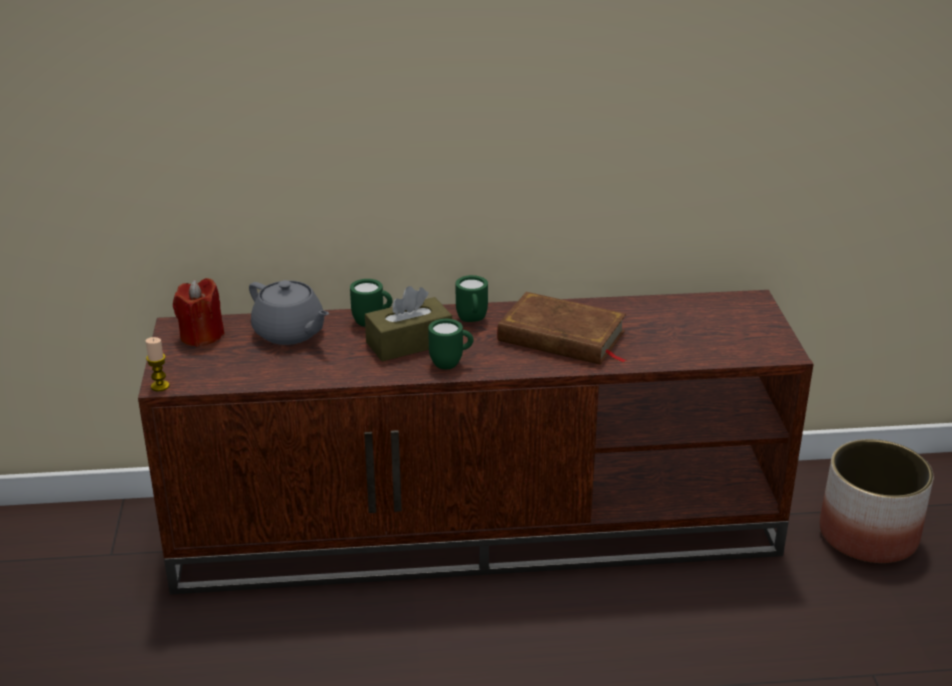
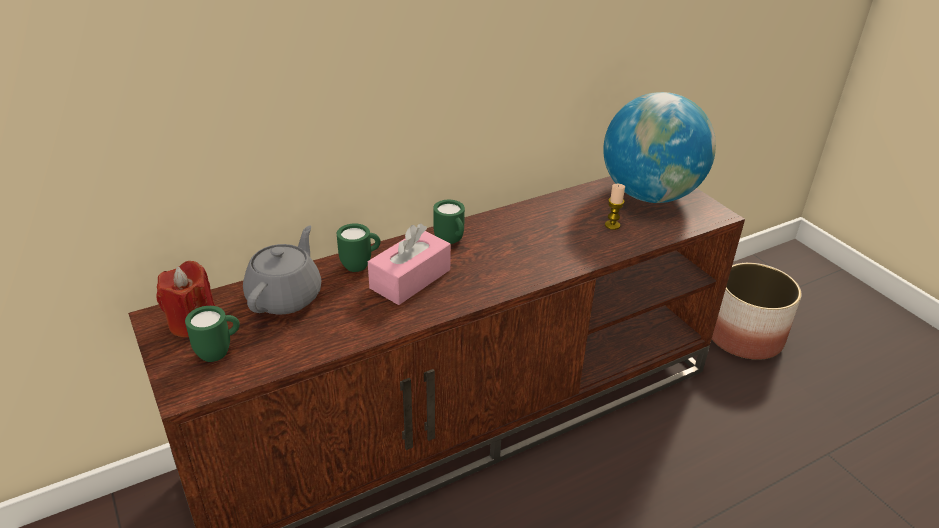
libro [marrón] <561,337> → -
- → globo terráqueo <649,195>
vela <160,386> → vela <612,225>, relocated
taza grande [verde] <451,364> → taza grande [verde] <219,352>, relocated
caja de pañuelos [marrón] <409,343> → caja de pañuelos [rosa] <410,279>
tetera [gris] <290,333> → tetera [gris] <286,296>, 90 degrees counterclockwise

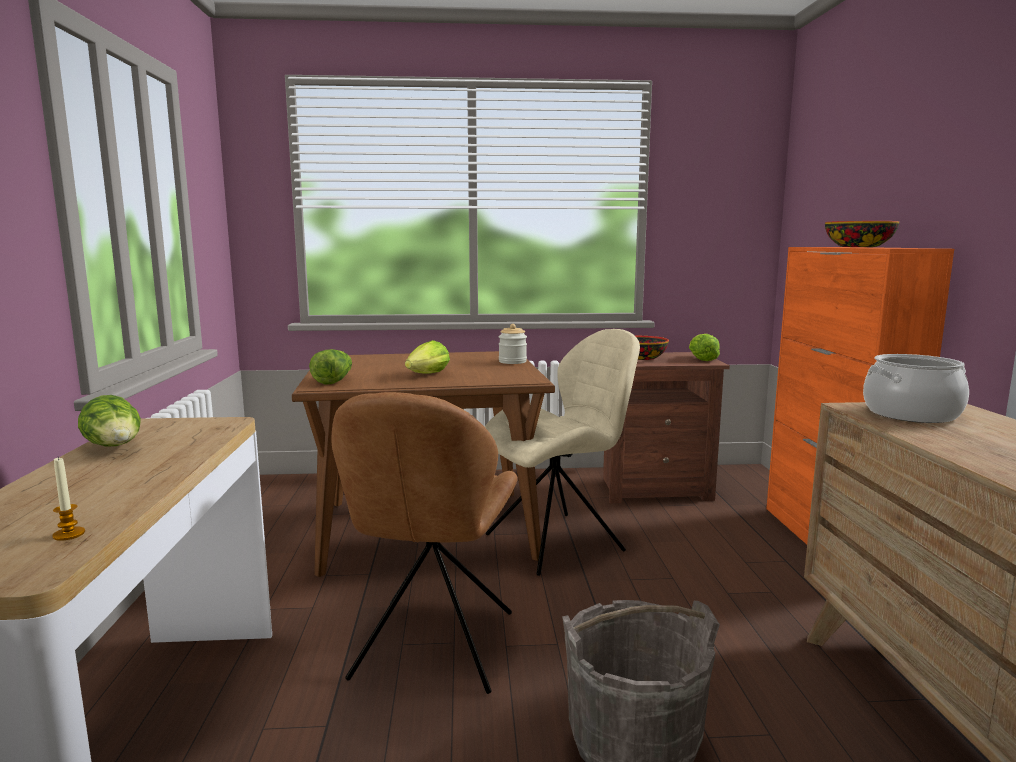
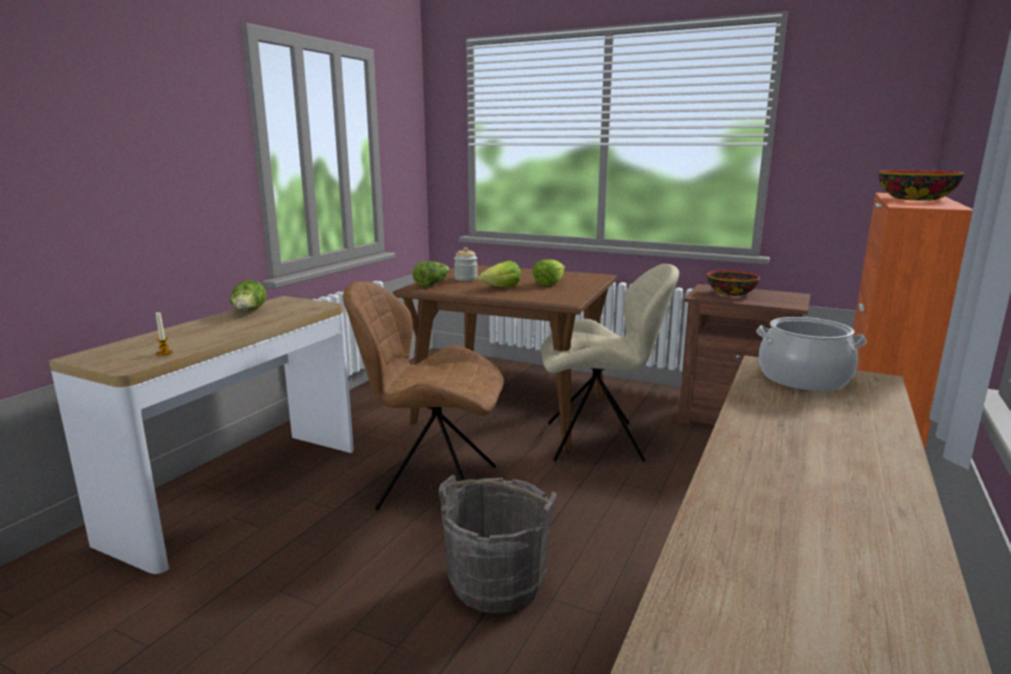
tarro <512,362> → tarro <466,278>, relocated
lechuga <701,359> → lechuga <549,283>, relocated
silla [marrón] <433,649> → silla [marrón] <434,487>, 60 degrees clockwise

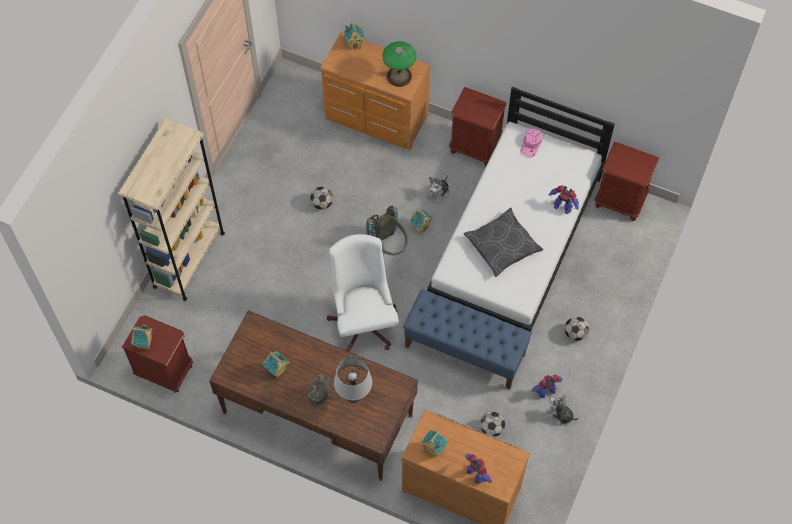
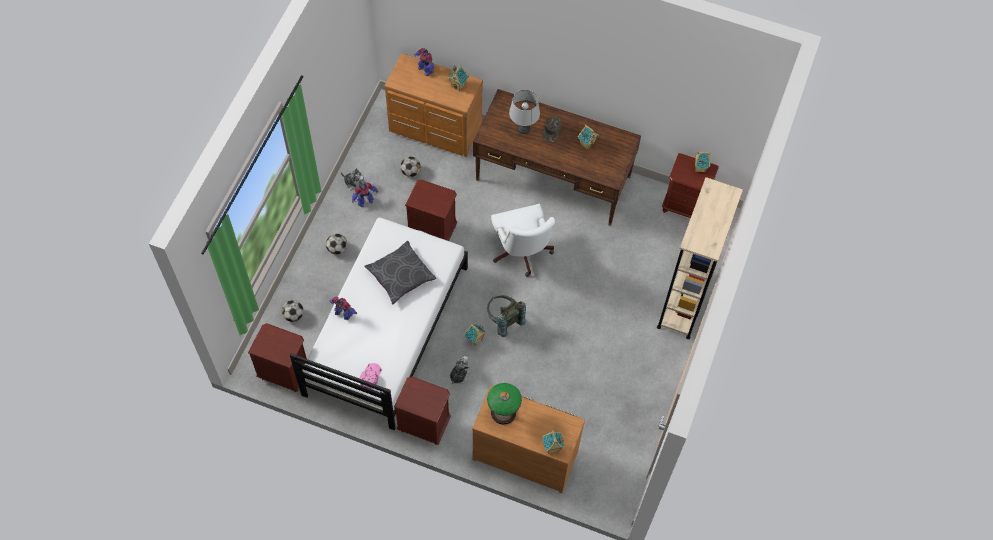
balón de fútbol <322,204> → balón de fútbol <293,315>, relocated
banco [azul] <465,350> → mesita de noche [marrón] <432,231>

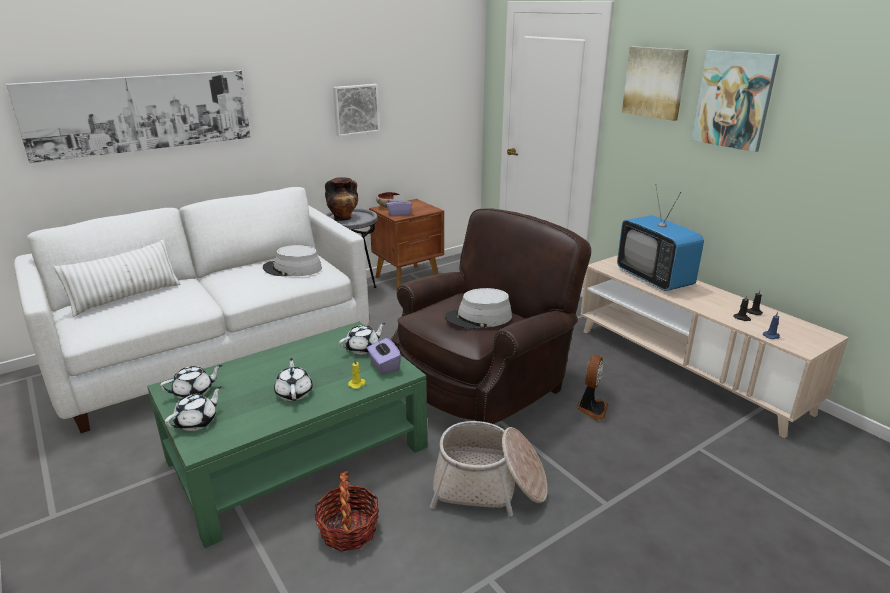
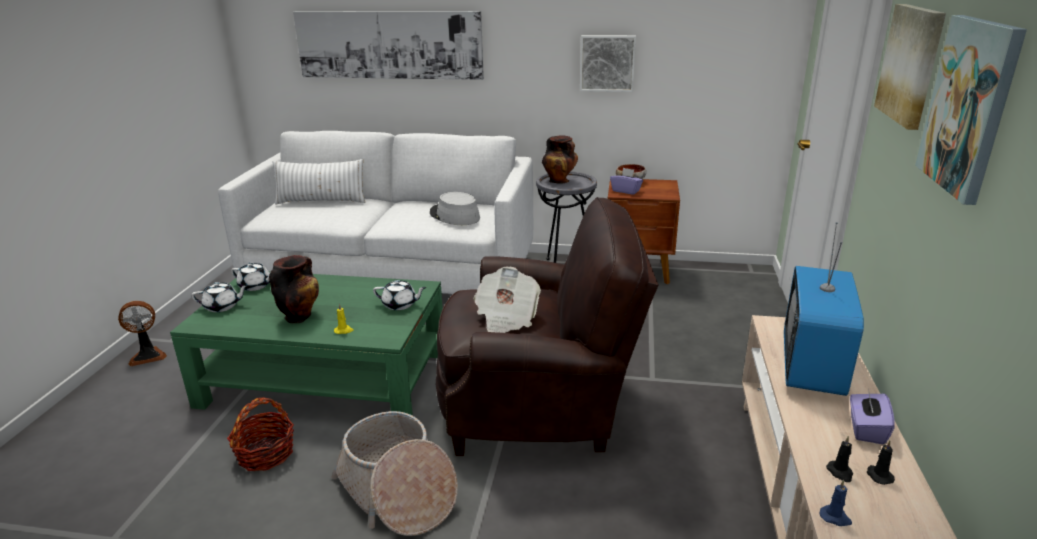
caja de pañuelos [morado] <384,366> → caja de pañuelos [morado] <866,429>, relocated
ventilador <591,409> → ventilador <148,356>, relocated
tetera [blanco] <294,393> → florero <299,316>
sombrero [gris] <479,318> → periódico <506,317>

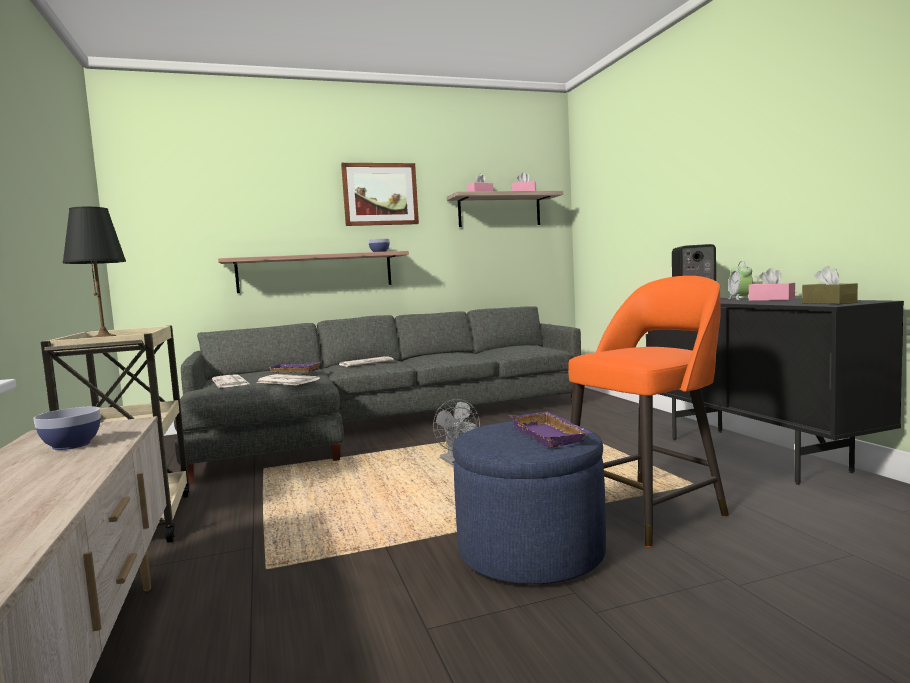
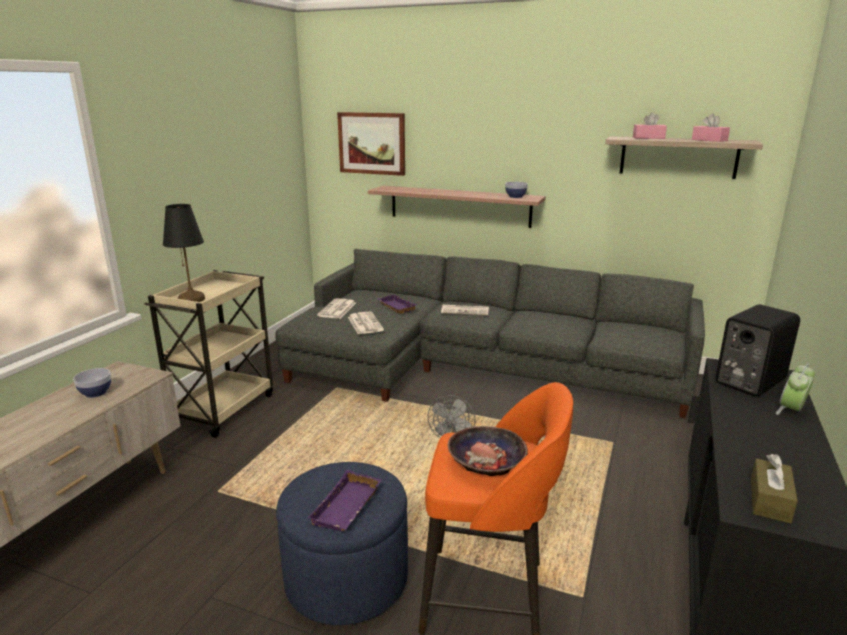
caja de pañuelos [rosa] <771,299> → -
- → cuenco <487,461>
cuadro <380,194> → cuadro <372,143>, relocated

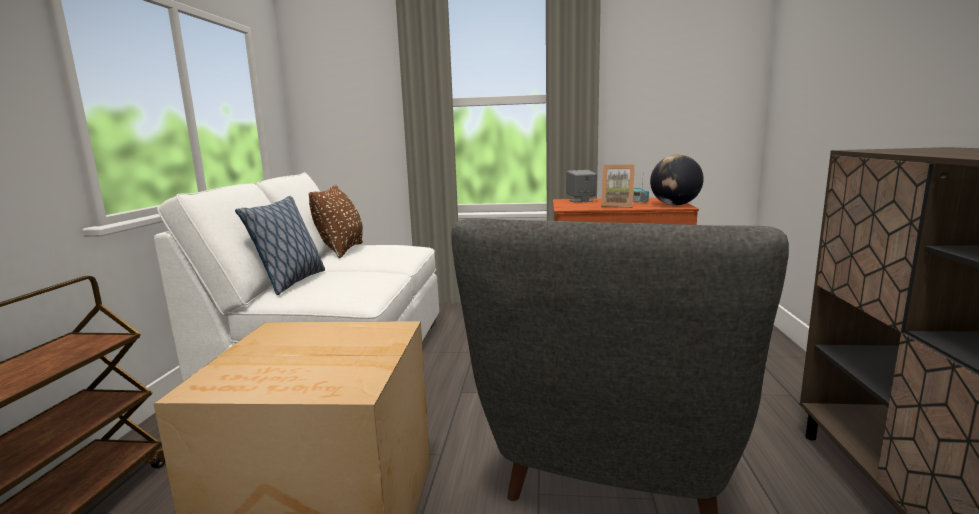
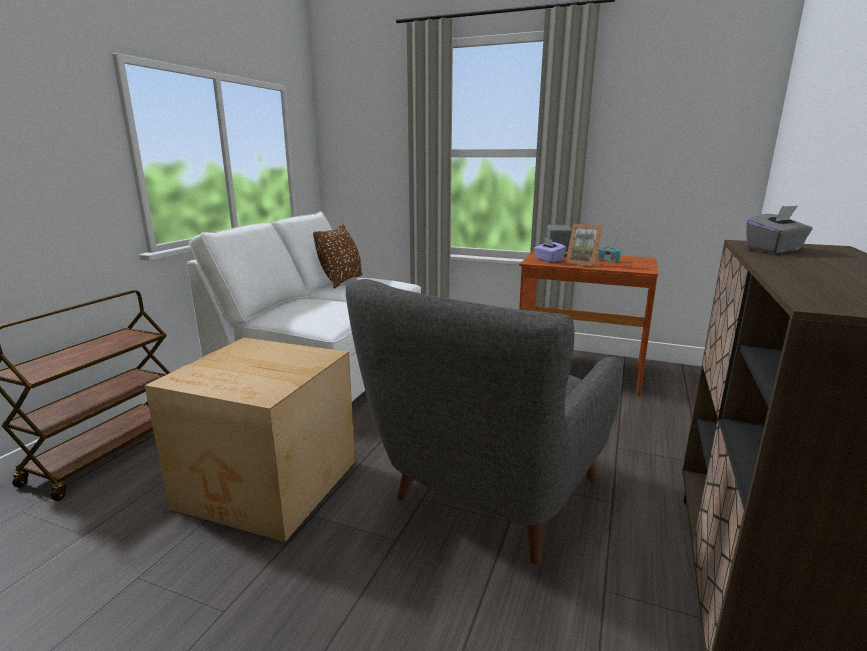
cojín <291,282> → -
globo terráqueo <674,205> → -
- → caja de pañuelos [morado] <548,260>
- → caja de pañuelos [gris] <774,250>

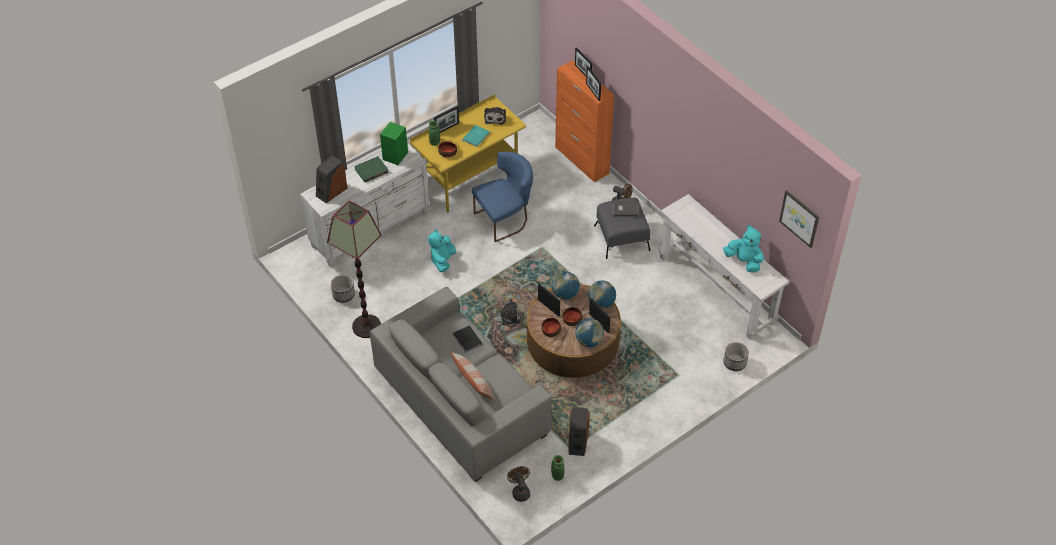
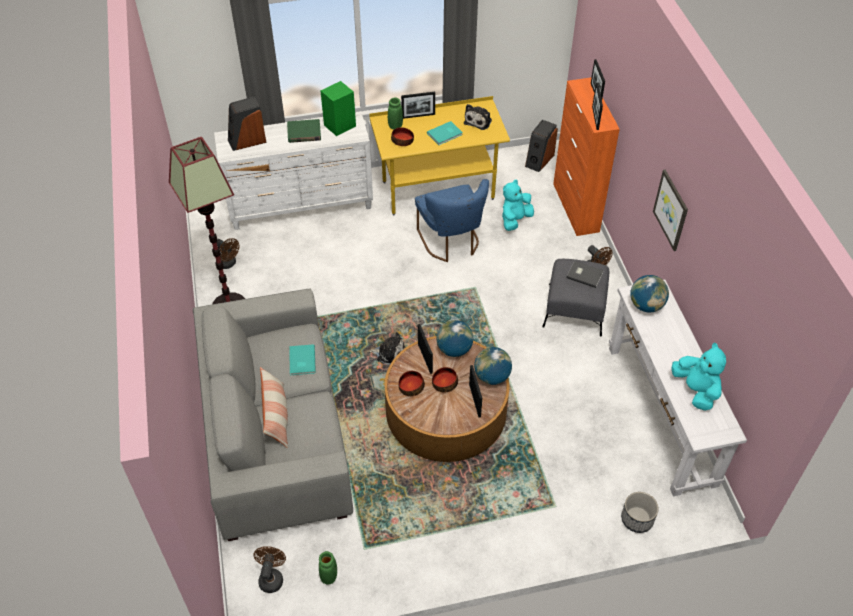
peluche [turquesa] <442,260> → peluche [turquesa] <515,220>, relocated
altavoz <578,442> → altavoz <539,160>, relocated
globo terráqueo <589,341> → globo terráqueo <646,305>, relocated
cuadro <800,218> → cuadro <671,210>, relocated
maceta <343,295> → ventilador [marrón] <228,264>
libro [negro] <467,340> → libro [turquesa] <301,361>
silla [azul] <505,219> → silla [azul] <451,243>, 75 degrees clockwise

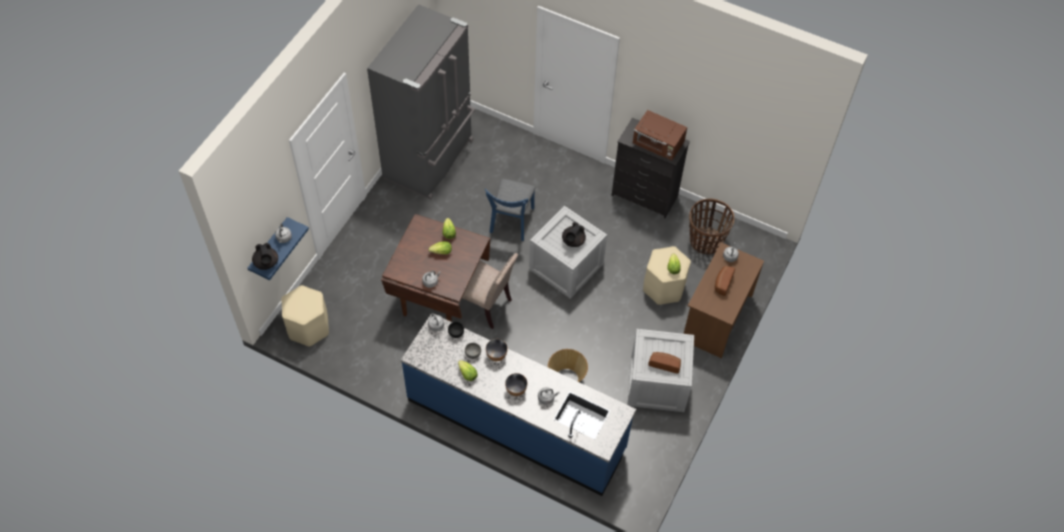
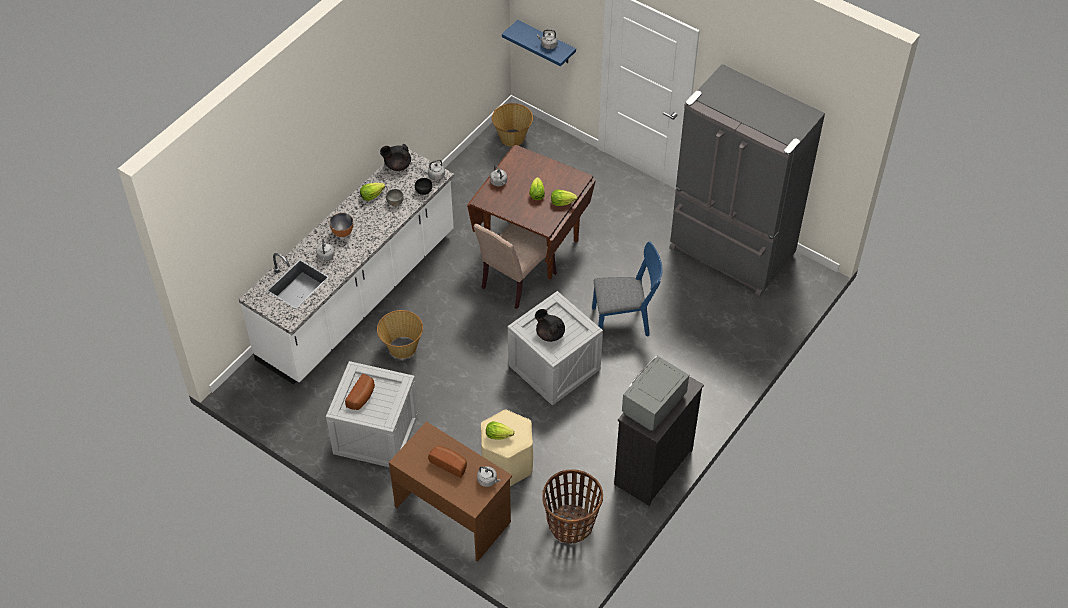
cuenco <496,355> → -
tetera [negro] <266,263> → tetera [negro] <397,165>, relocated
taburete [beis] <309,328> → cesta <512,138>
mueble bajo de cocina [azul] <516,424> → mueble bajo de cocina [blanco] <358,296>
microondas [marrón] <658,145> → microondas [gris] <653,405>
silla [azul] <511,223> → silla [azul] <625,320>, 150 degrees clockwise

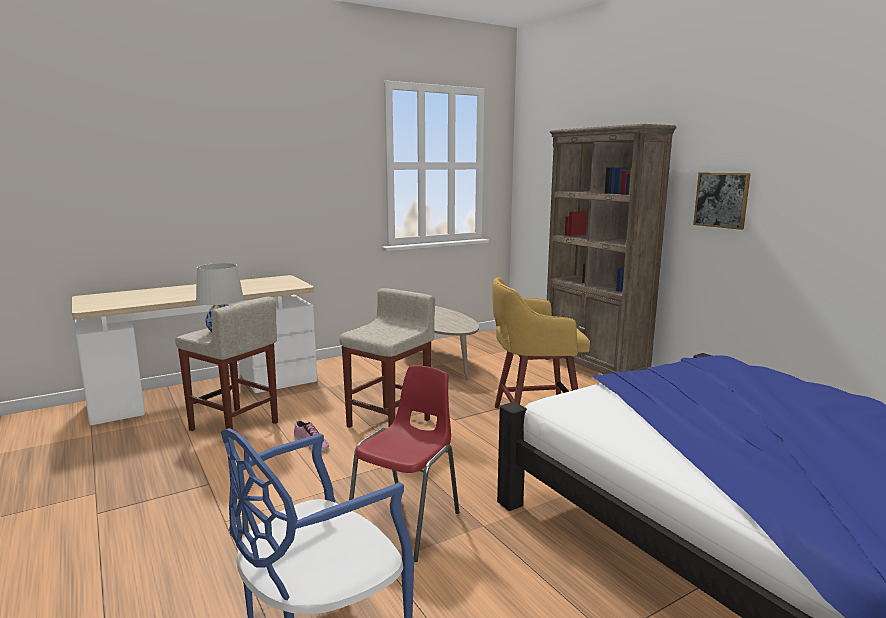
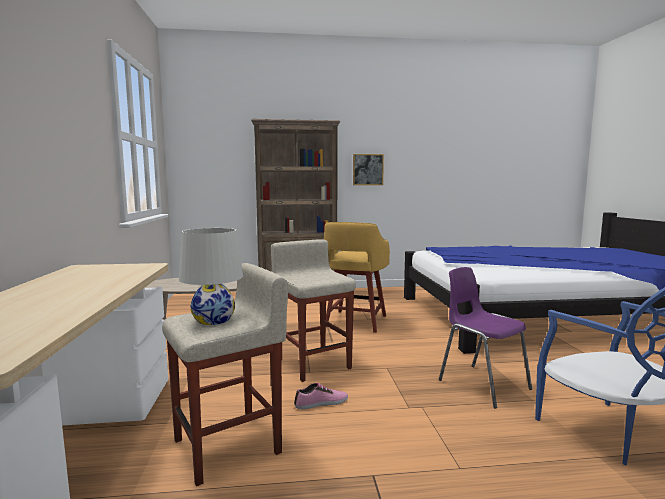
silla [rojo] <407,522> → silla [morado] <481,384>

